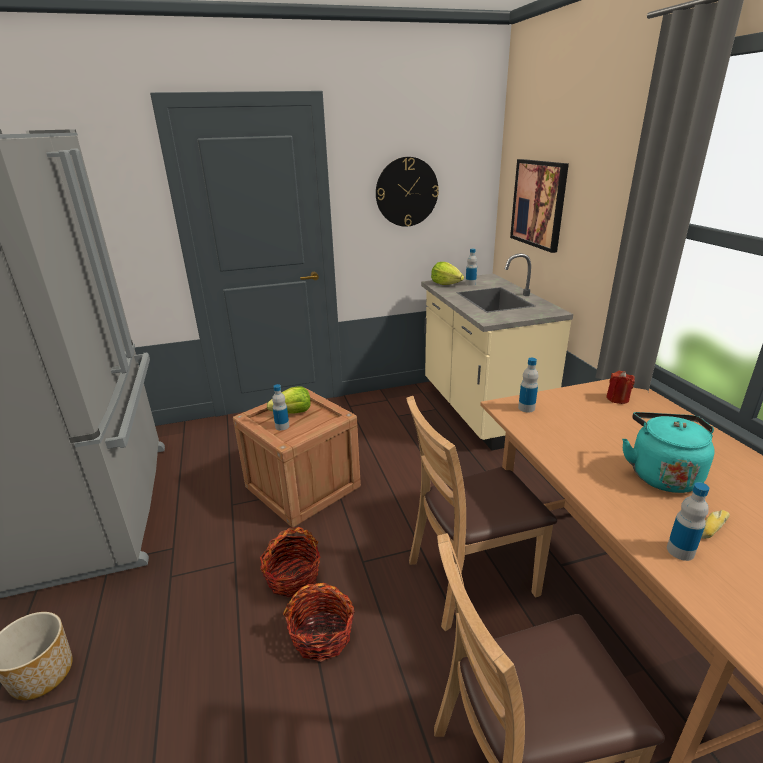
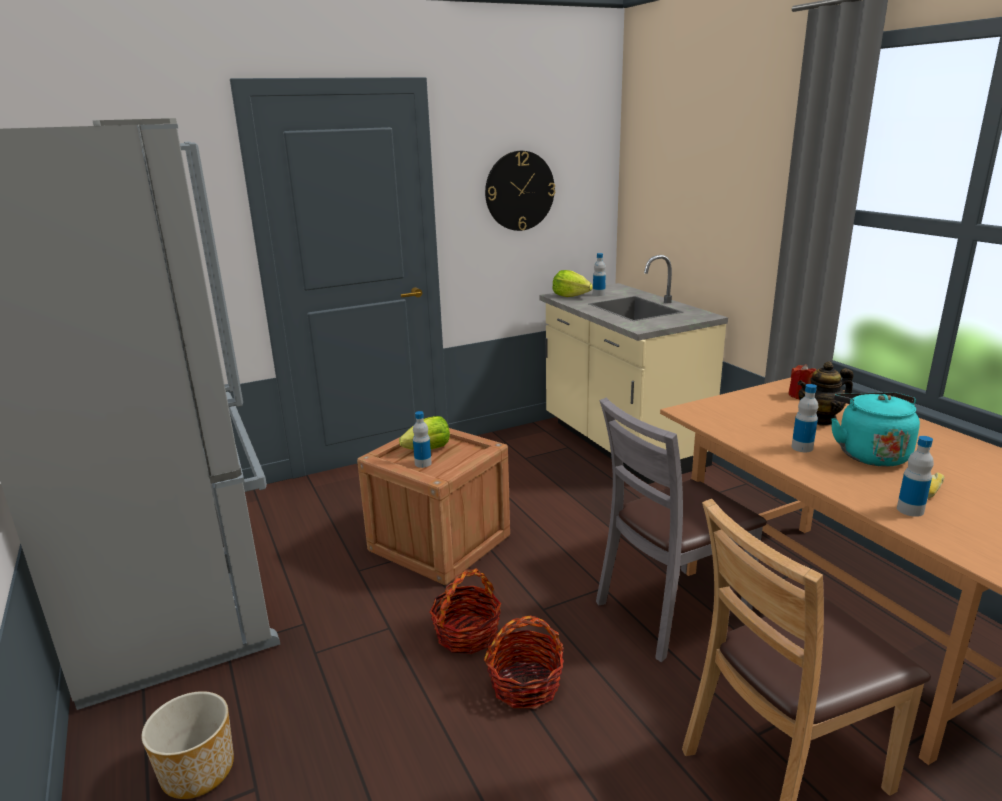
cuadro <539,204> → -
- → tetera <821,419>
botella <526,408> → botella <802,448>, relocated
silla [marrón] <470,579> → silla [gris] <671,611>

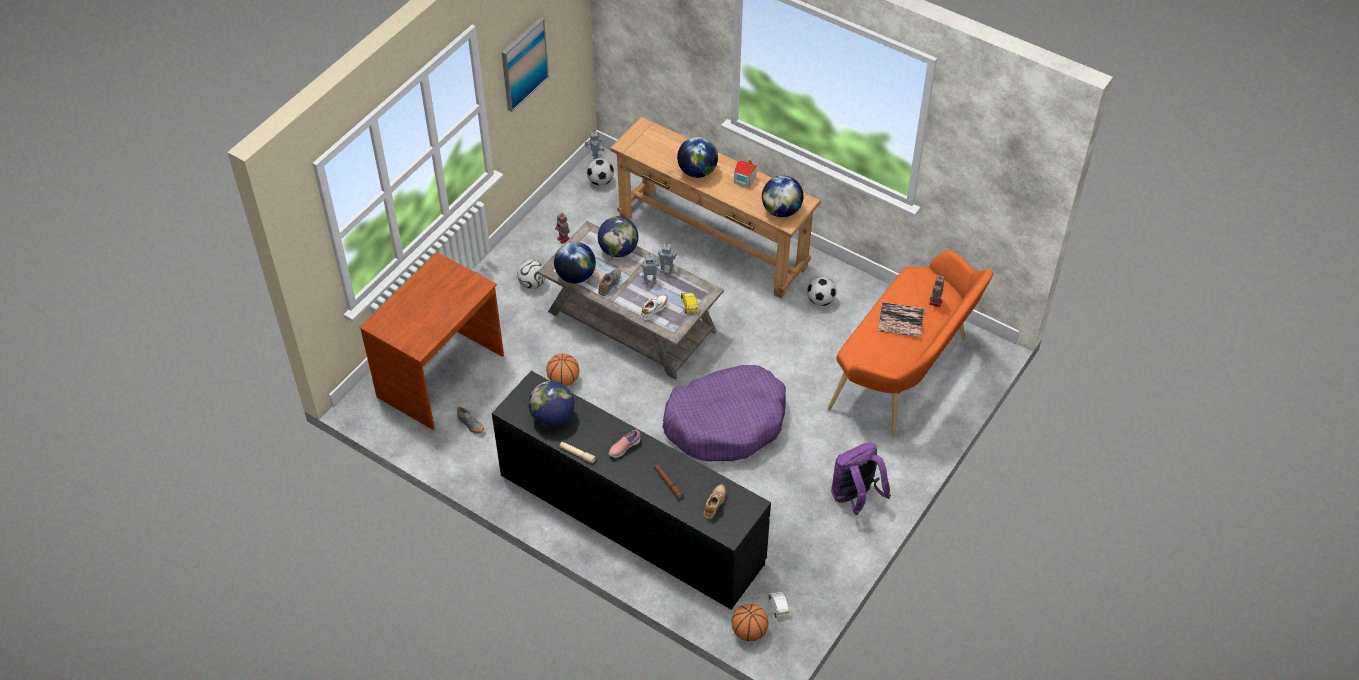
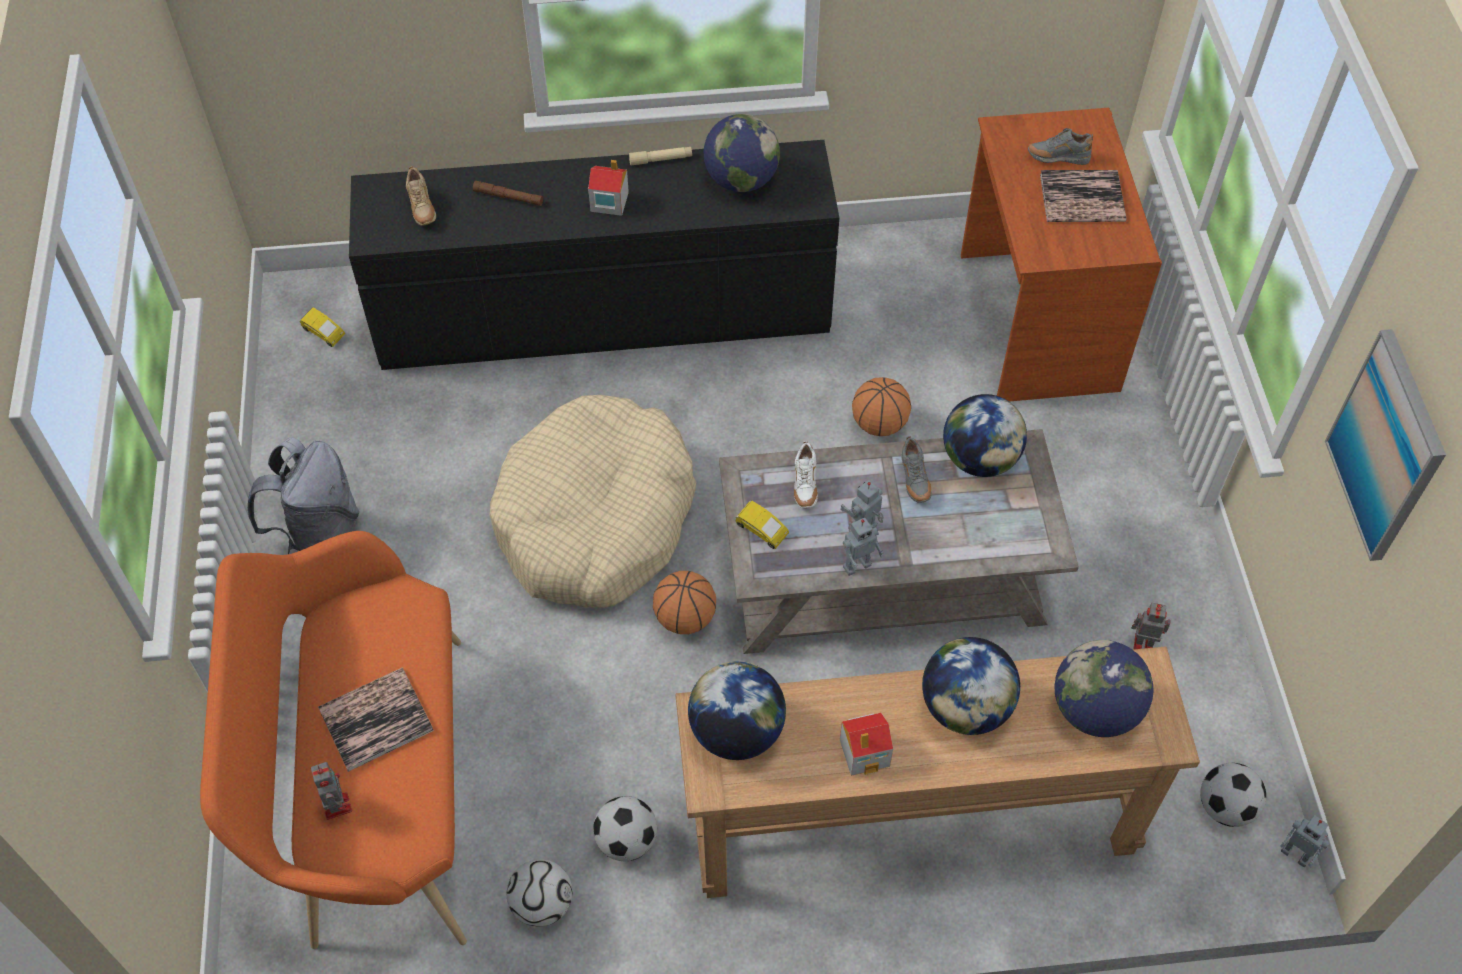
- → libro <1082,198>
zapato [gris] <471,425> → zapato [gris] <1057,158>, relocated
balón de fútbol <532,283> → balón de fútbol <542,904>, relocated
globo terráqueo <618,250> → globo terráqueo <1095,710>, relocated
balón de baloncesto <749,631> → balón de baloncesto <685,618>, relocated
zapato [rosa] <624,448> → casita <608,202>
cama para perro [morado] <726,422> → cama para perro [beis] <595,518>
coche de juguete [blanco] <779,607> → coche de juguete [amarillo] <323,334>
mochila [morado] <855,498> → mochila [gris] <318,534>

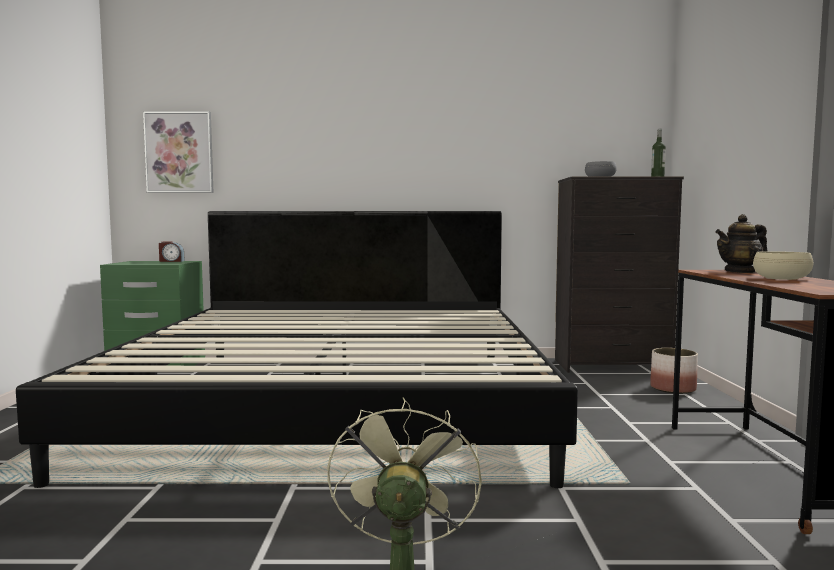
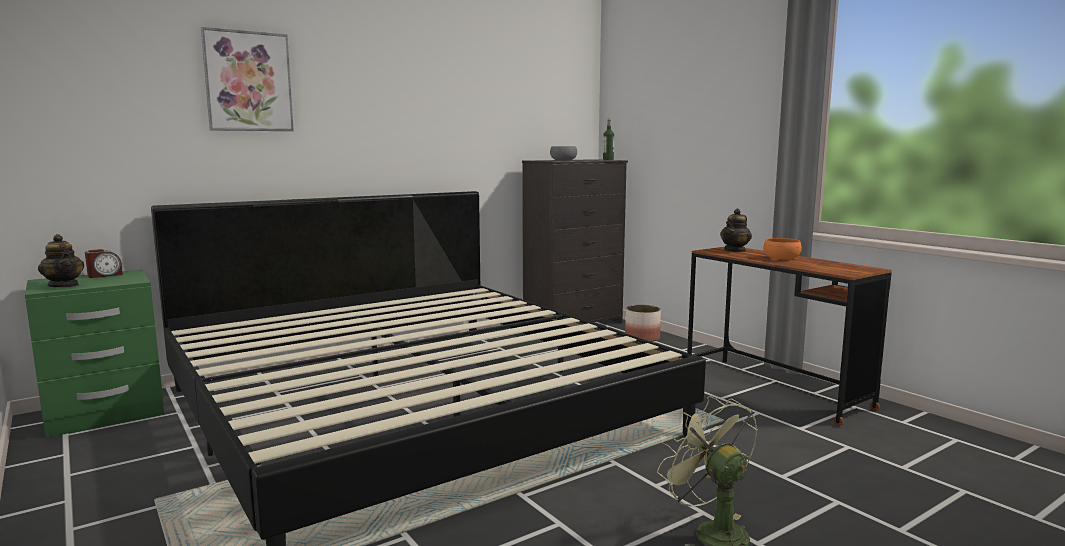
- → tetera <64,285>
cuadro <179,152> → cuadro <248,81>, relocated
cuenco [beis] <781,278> → cuenco [naranja] <781,258>

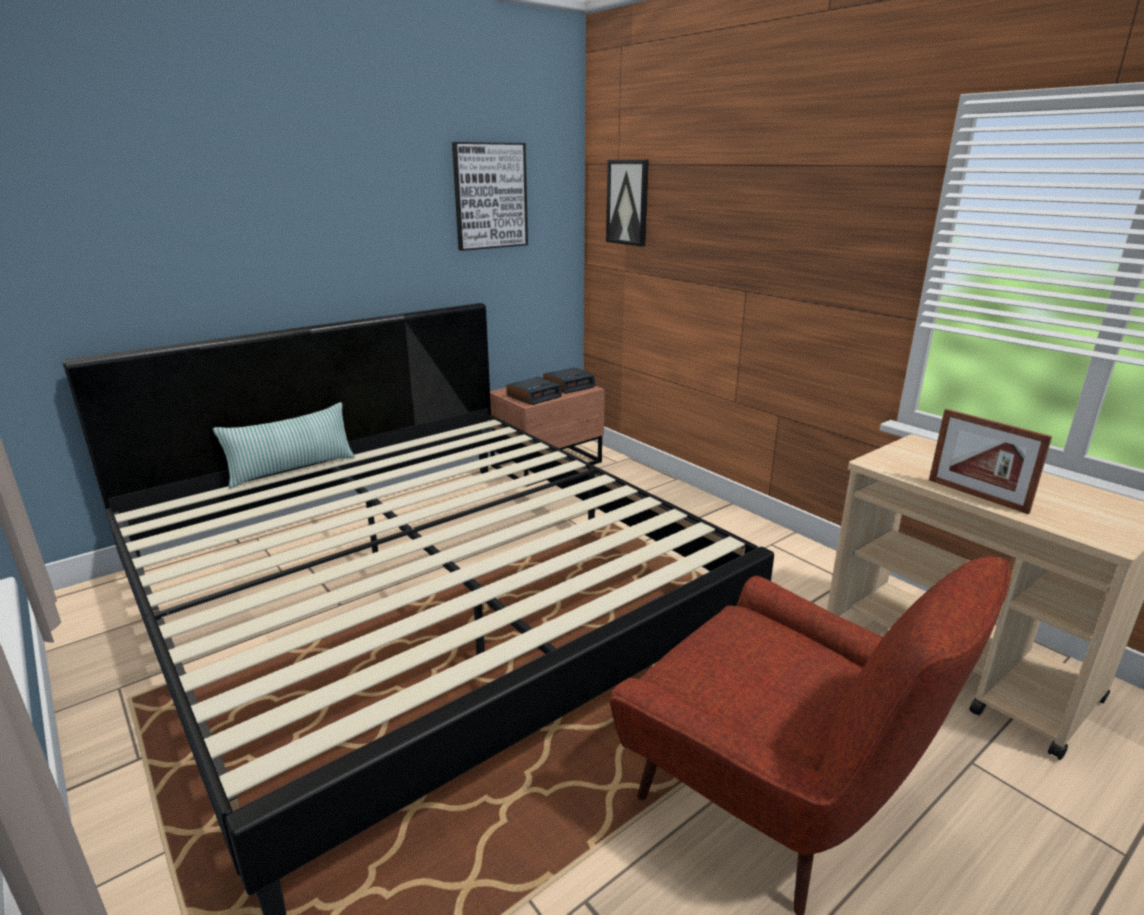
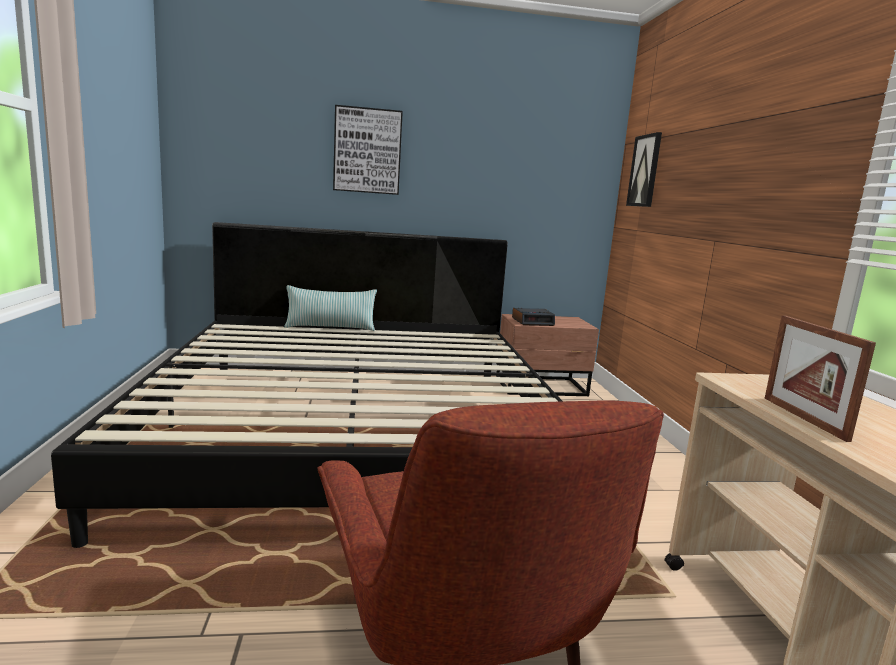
despertador <569,386> → -
cuadro <490,196> → cuadro <367,151>, relocated

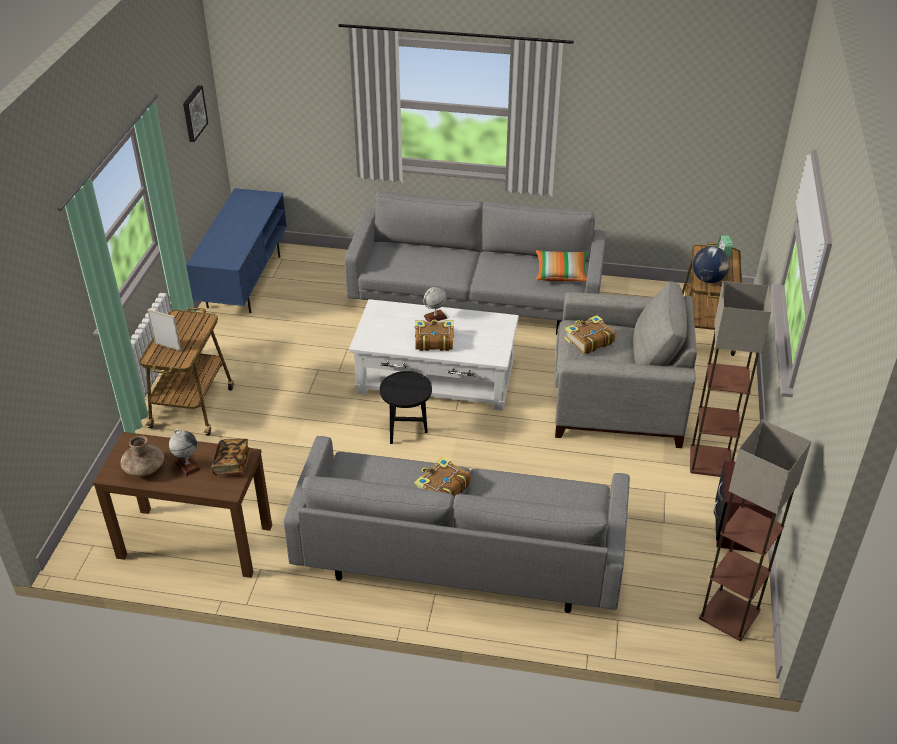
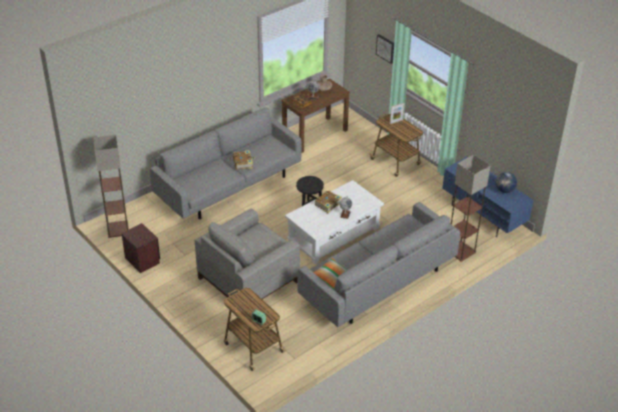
libro <588,340> → -
cuadro <193,113> → cuadro <386,48>, relocated
lámpara de pie <711,461> → lámpara de pie <461,251>, relocated
globo terráqueo <708,279> → globo terráqueo <504,190>, relocated

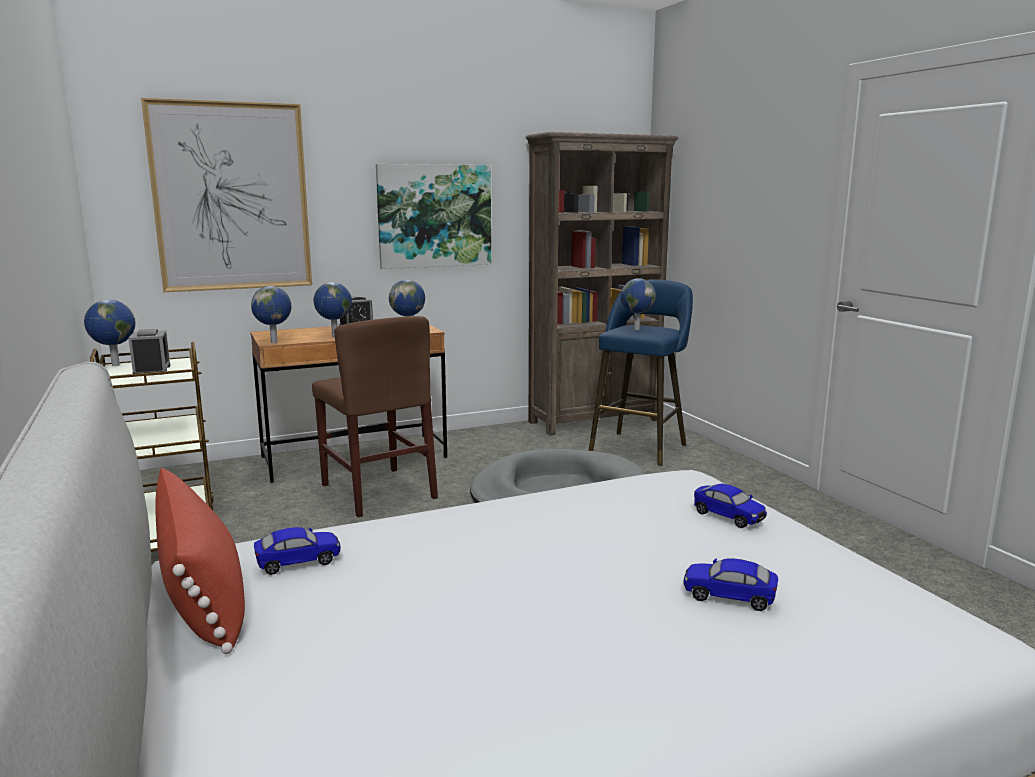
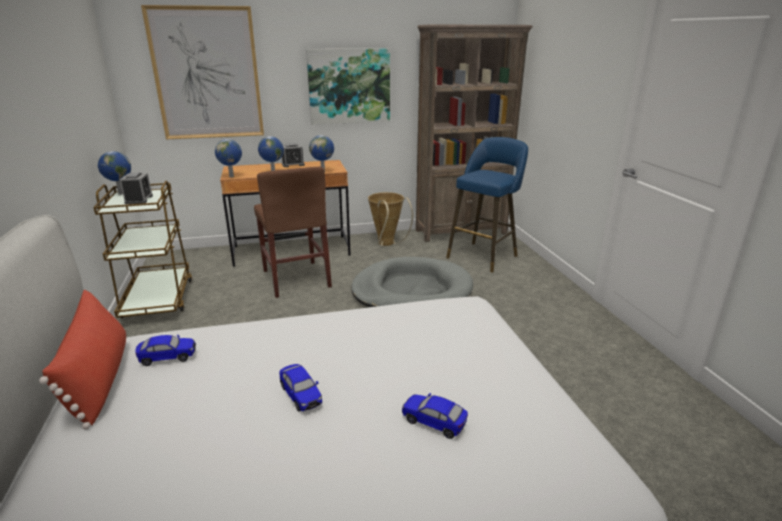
globo terráqueo <636,329> → -
- → cesta <387,244>
coche de juguete <728,517> → coche de juguete <301,396>, relocated

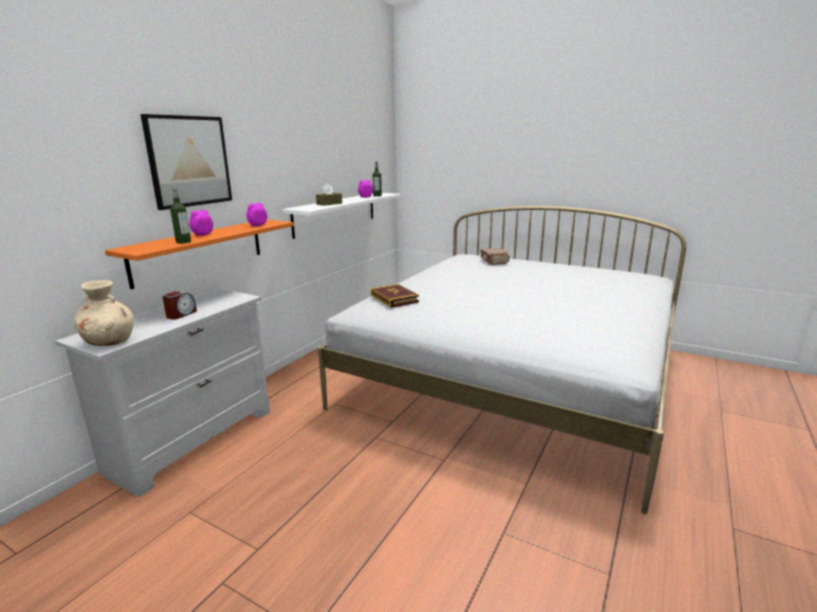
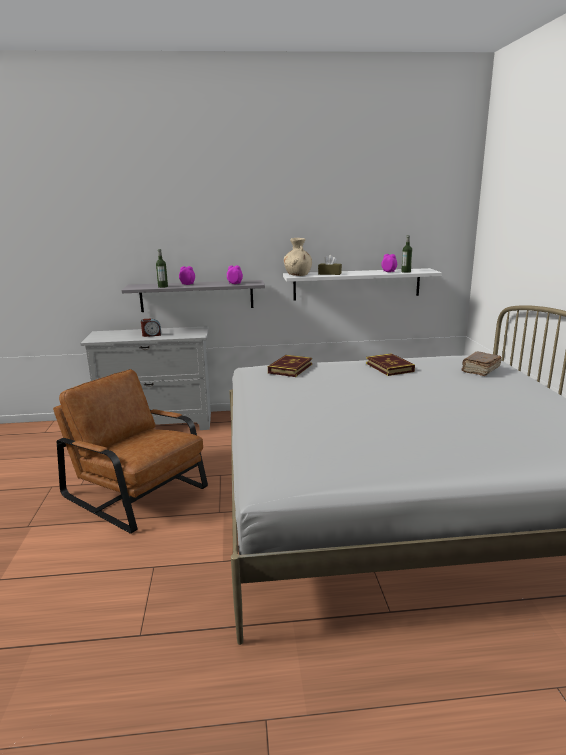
cuadro <189,161> → -
- → sillón [marrón] <138,492>
- → libro <389,367>
florero [beis] <110,341> → florero [beis] <298,275>, relocated
estante [naranja] <200,251> → estante [gris] <197,296>

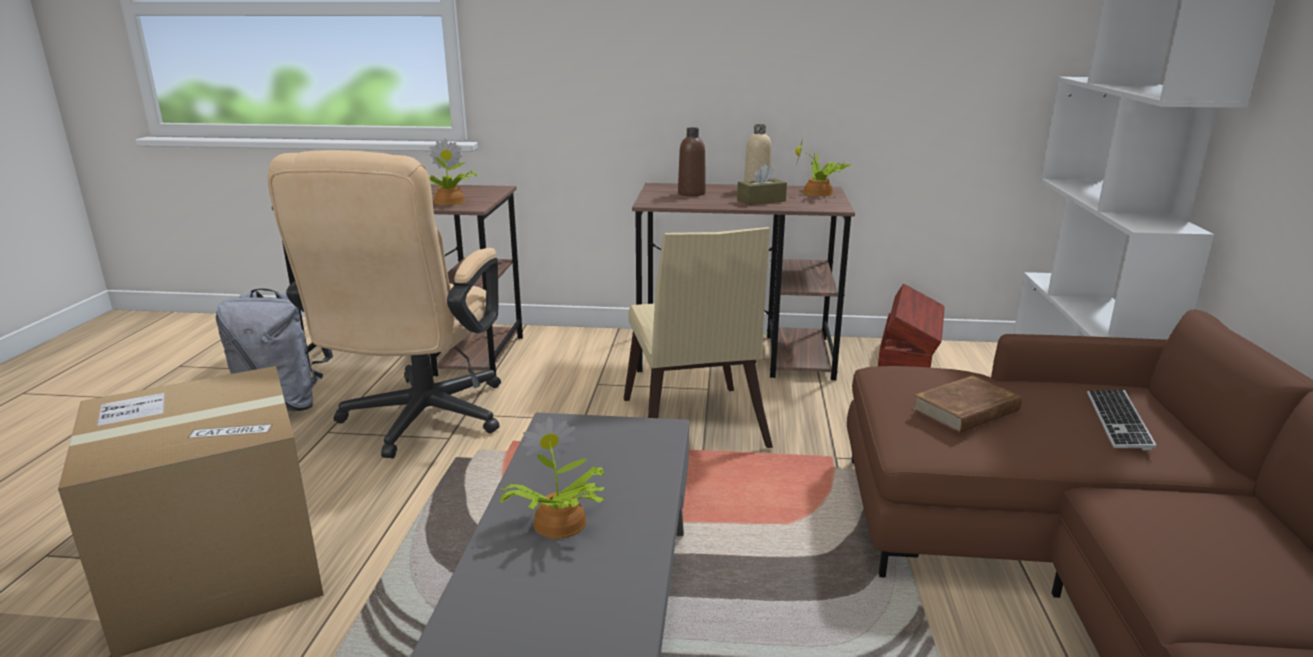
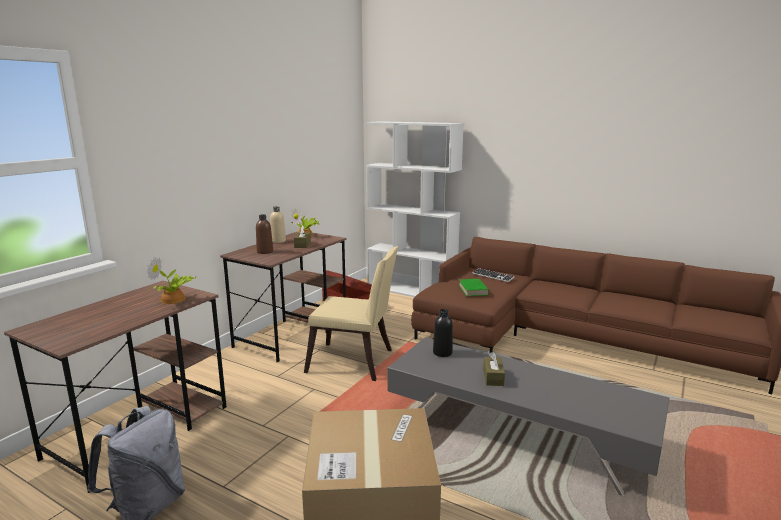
silla de oficina [beis] <418,423> → -
- → botella [negro] <442,352>
planta en maceta <558,524> → caja de pañuelos [marrón] <493,377>
libro [marrón] <966,410> → libro [verde] <473,290>

